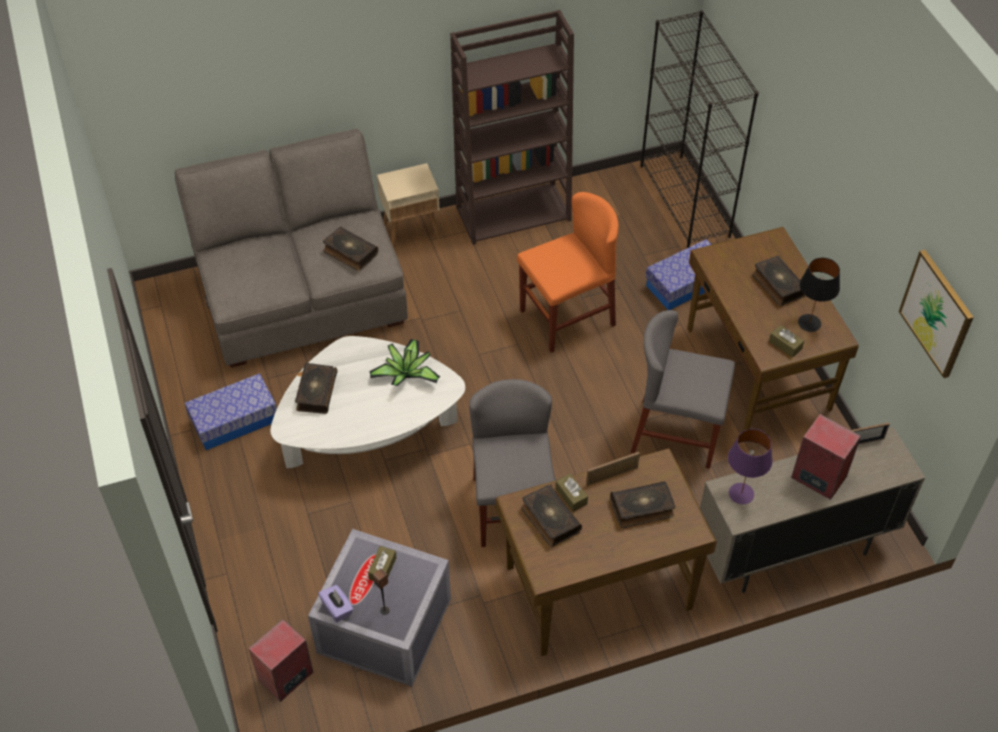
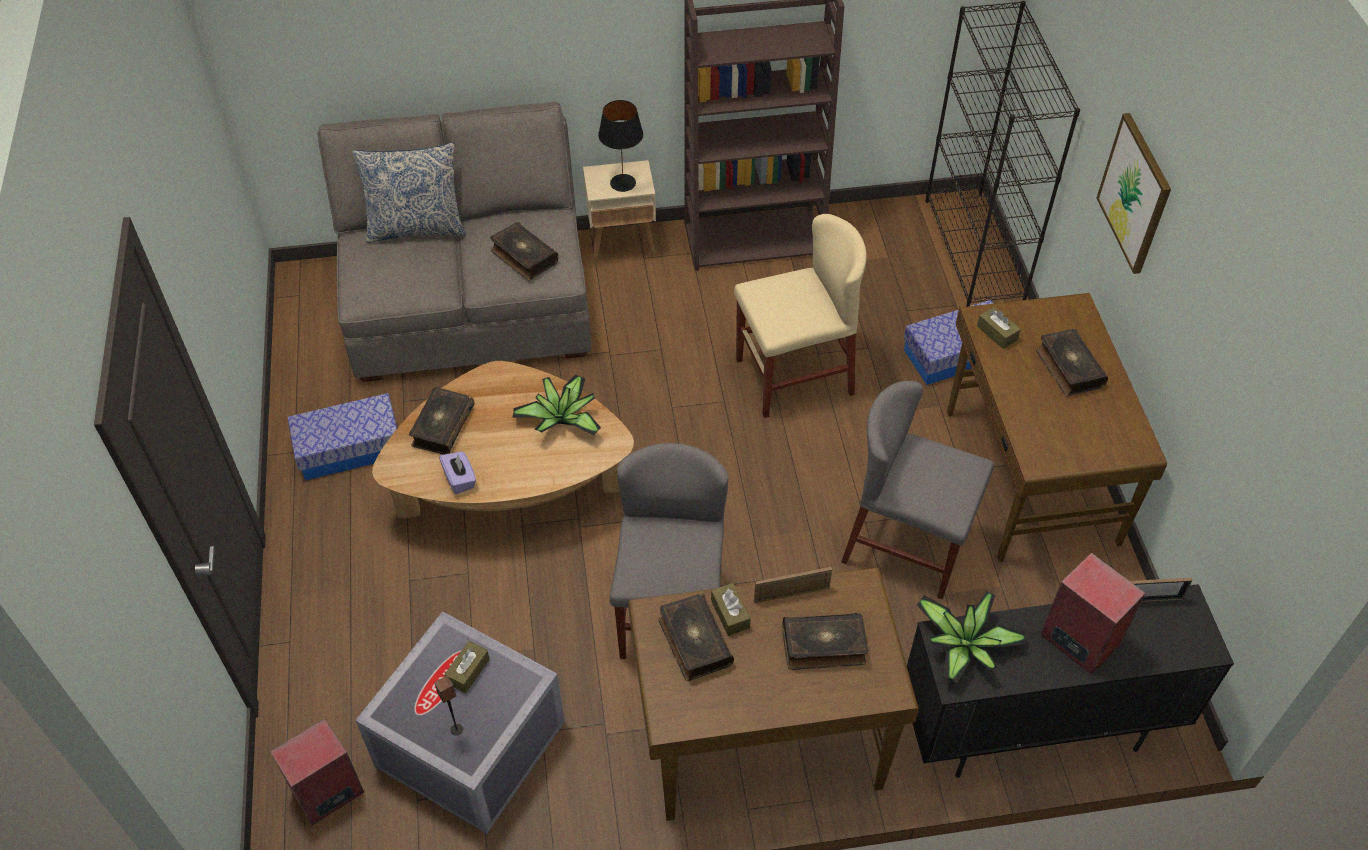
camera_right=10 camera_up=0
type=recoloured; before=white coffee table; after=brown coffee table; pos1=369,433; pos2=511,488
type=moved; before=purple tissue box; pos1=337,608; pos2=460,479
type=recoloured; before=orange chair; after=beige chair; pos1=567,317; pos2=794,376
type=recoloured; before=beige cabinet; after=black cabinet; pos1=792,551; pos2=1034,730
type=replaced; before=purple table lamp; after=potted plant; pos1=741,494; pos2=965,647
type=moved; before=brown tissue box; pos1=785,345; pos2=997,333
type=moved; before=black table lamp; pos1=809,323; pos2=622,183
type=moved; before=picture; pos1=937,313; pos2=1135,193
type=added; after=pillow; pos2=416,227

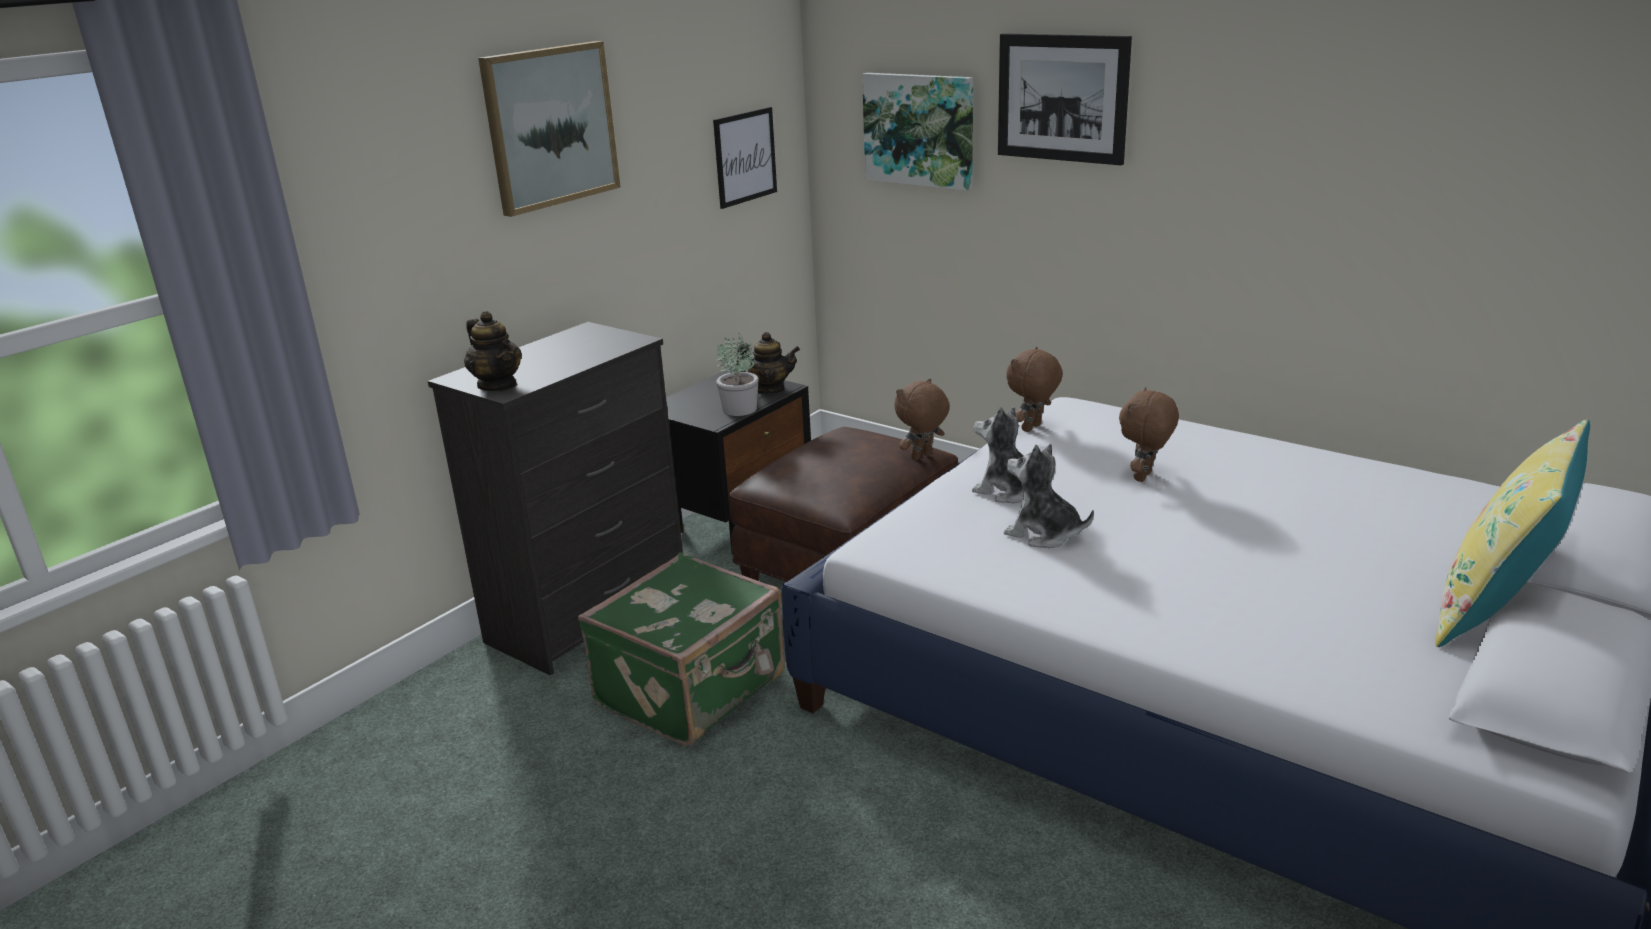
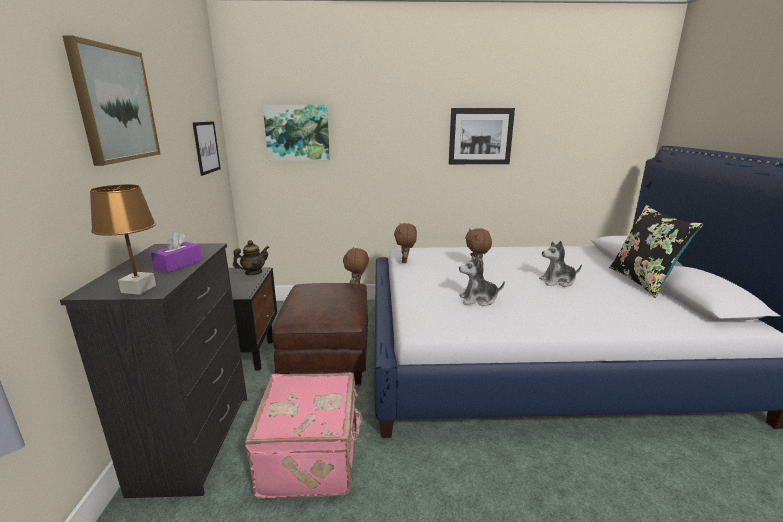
camera_right=-40 camera_up=-5
type=replaced; before=teapot; after=brown table lamp; pos1=498,385; pos2=138,289
type=recoloured; before=green suitcase; after=pink suitcase; pos1=693,690; pos2=312,457
type=removed; before=potted plant; pos1=739,409
type=moved; before=plush toy; pos1=1009,491; pos2=557,281
type=moved; before=picture; pos1=1062,98; pos2=480,136
type=recoloured; before=yellow pillow; after=black pillow; pos1=1495,611; pos2=642,281
type=added; after=purple tissue box; pos2=178,264

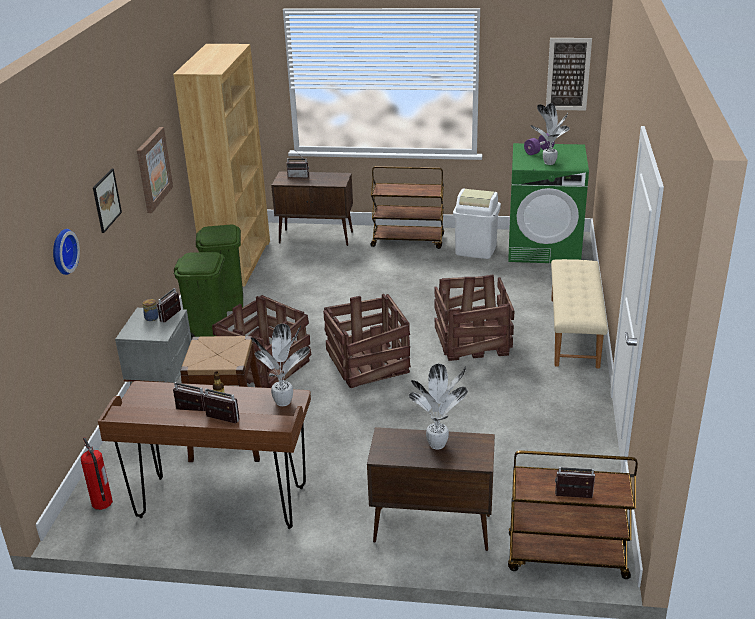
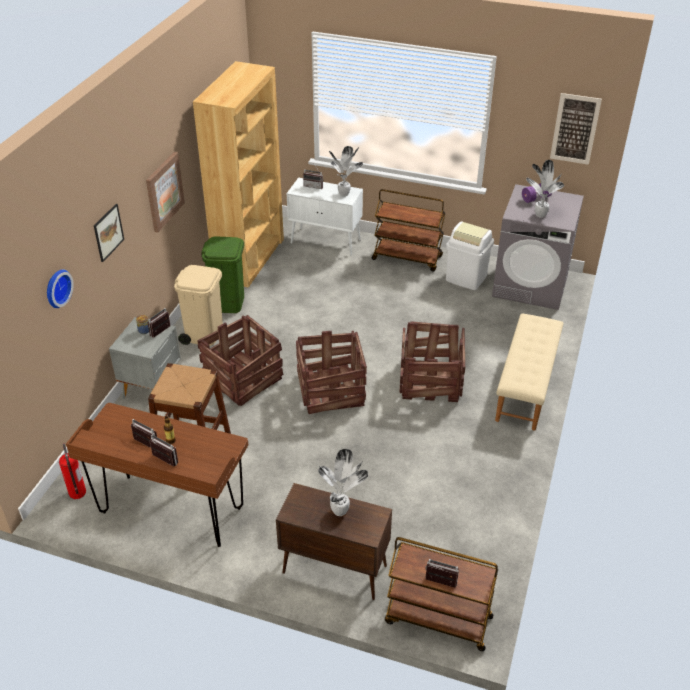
camera_right=10 camera_up=10
type=recoloured; before=green trash can; after=beige trash can; pos1=208,333; pos2=204,333
type=moved; before=potted plant; pos1=284,402; pos2=344,194
type=recoloured; before=brown cabinet; after=white cabinet; pos1=317,238; pos2=326,242
type=recoloured; before=green washing machine; after=grey washing machine; pos1=544,248; pos2=531,285

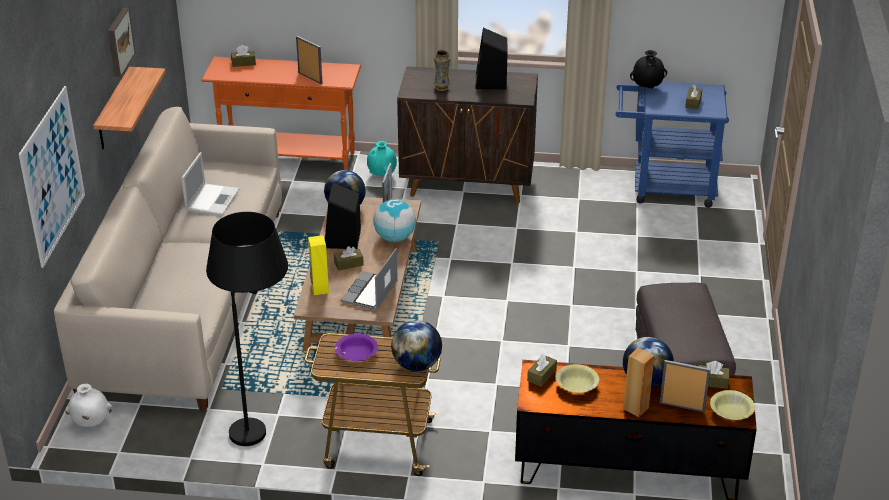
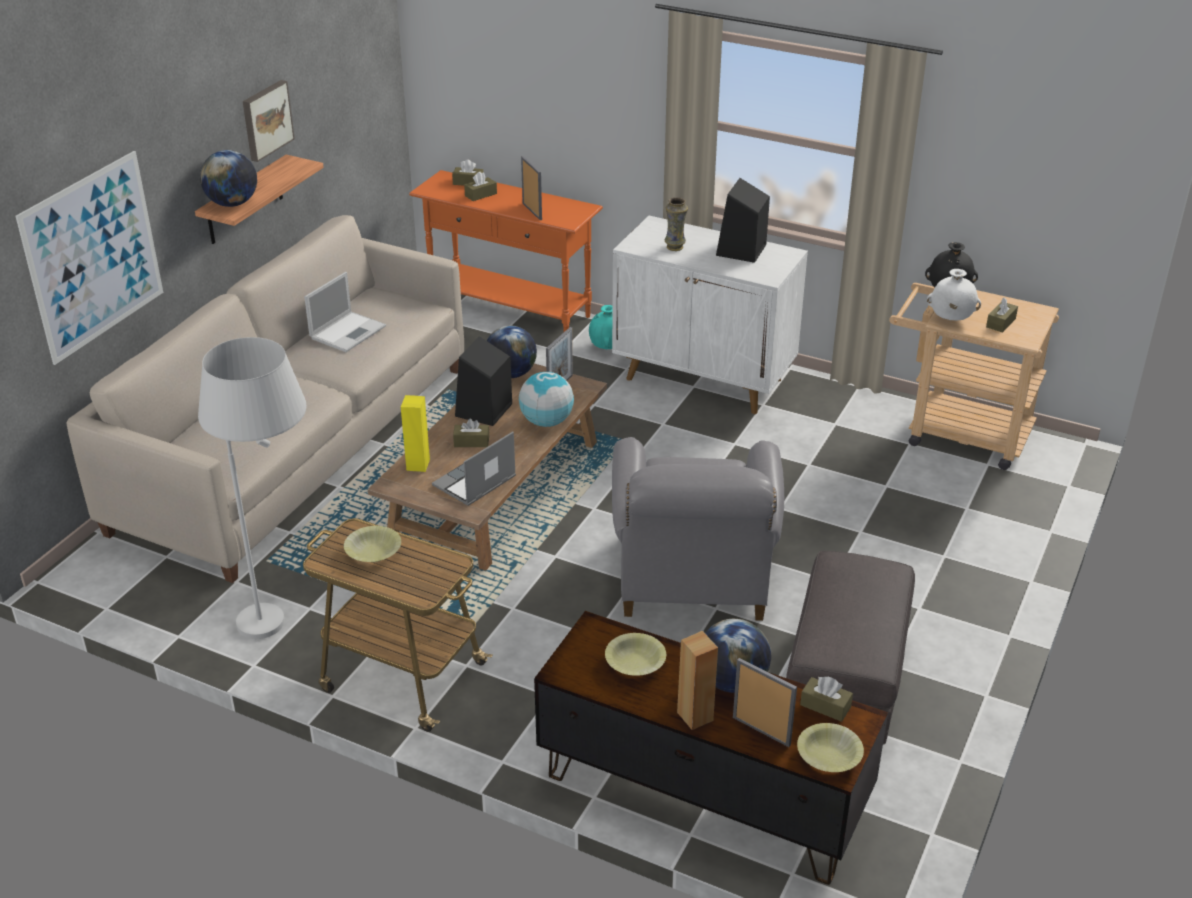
camera_right=20 camera_up=0
type=moved; before=white vase; pos1=90,423; pos2=950,320
type=recoloured; before=black floor lamp; after=white floor lamp; pos1=262,422; pos2=285,613
type=recoloured; before=purple bowl; after=yellow bowl; pos1=356,353; pos2=373,551
type=moved; before=globe; pos1=417,365; pos2=232,204
type=recoloured; before=brown cabinet; after=white cabinet; pos1=468,184; pos2=705,379
type=moved; before=brown tissue box; pos1=541,375; pos2=481,195
type=recoloured; before=blue cart; after=beige cart; pos1=664,187; pos2=957,432
type=added; after=grey armchair; pos2=692,582

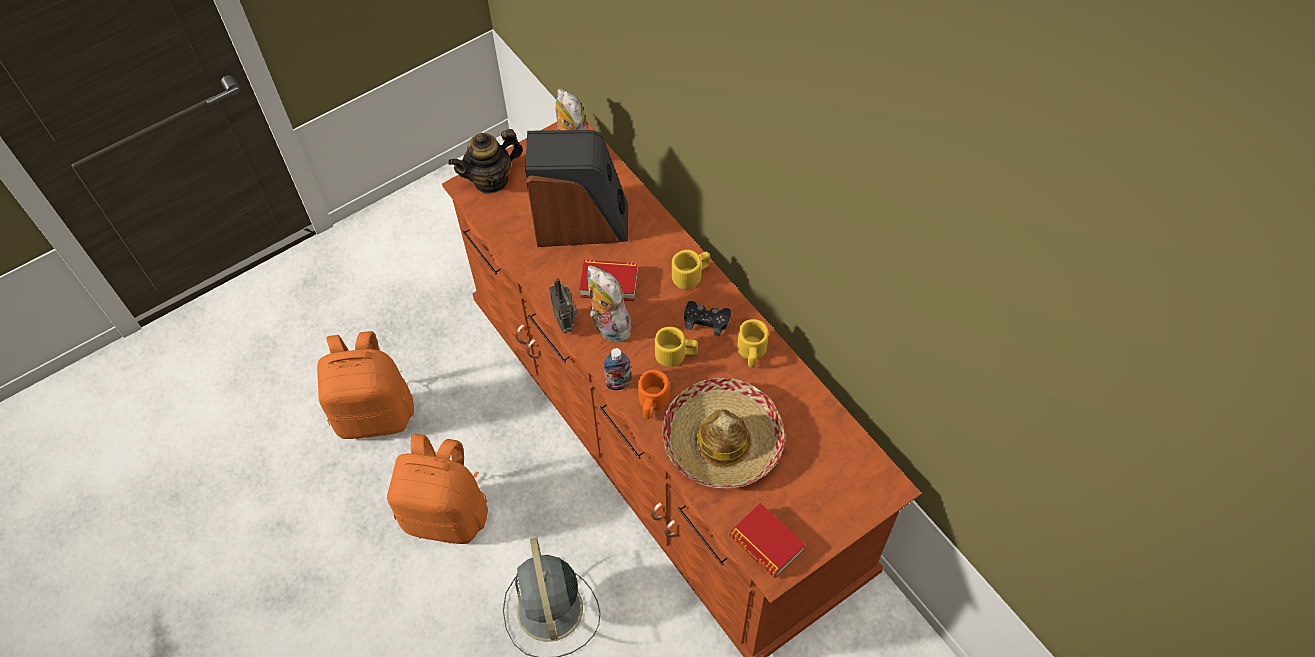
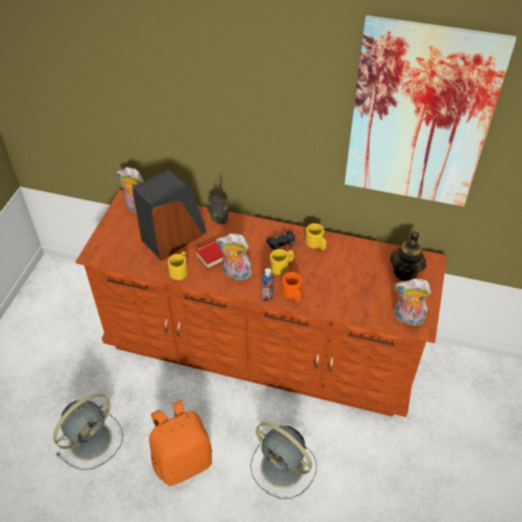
camera_right=-40 camera_up=-10
type=replaced; before=orange backpack; after=grey fan; pos1=375,413; pos2=92,439
type=moved; before=teapot; pos1=491,180; pos2=405,272
type=moved; before=radio; pos1=566,322; pos2=219,220
type=removed; before=hat; pos1=722,440
type=moved; before=yellow mug; pos1=691,274; pos2=180,270
type=replaced; before=book; after=plush toy; pos1=766,543; pos2=407,318
type=added; after=picture; pos2=420,117

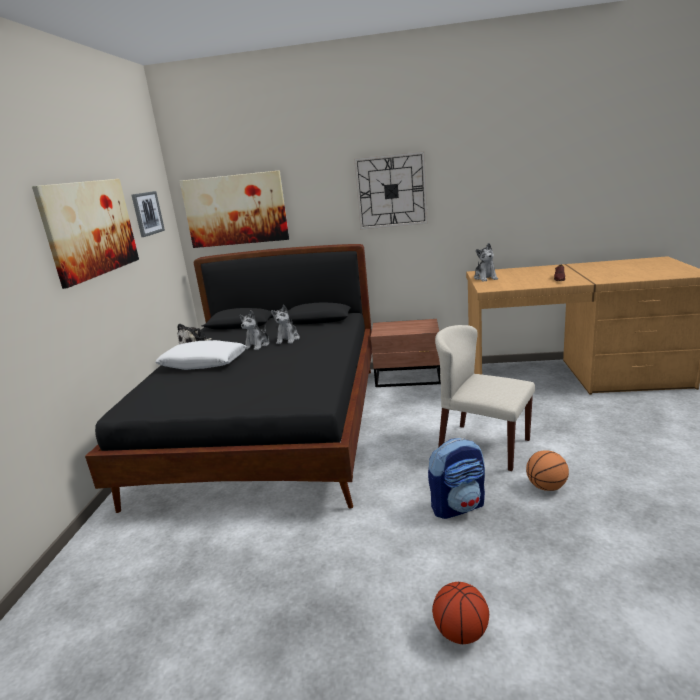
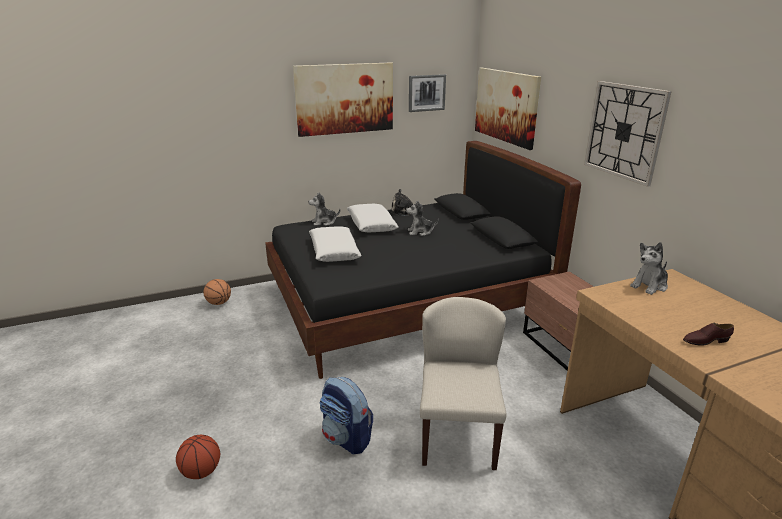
camera_right=60 camera_up=5
type=moved; before=plush toy; pos1=288,339; pos2=324,222
type=moved; before=basketball; pos1=546,487; pos2=219,303
type=added; after=white pillow; pos2=334,251

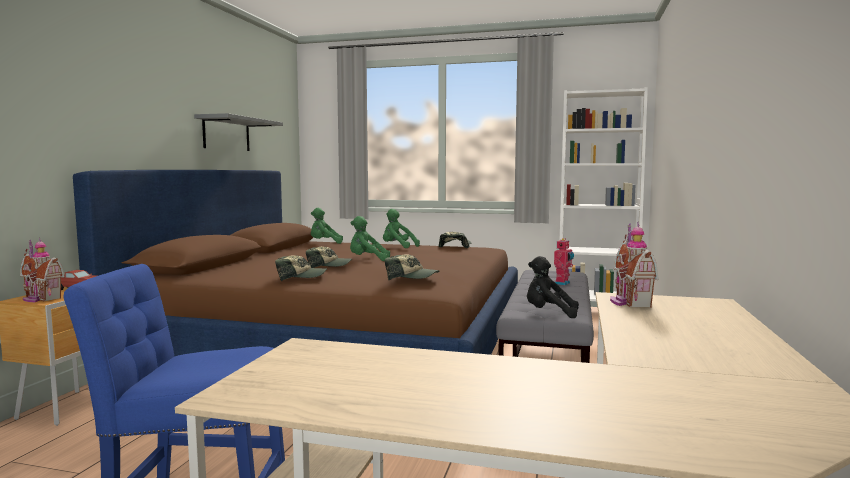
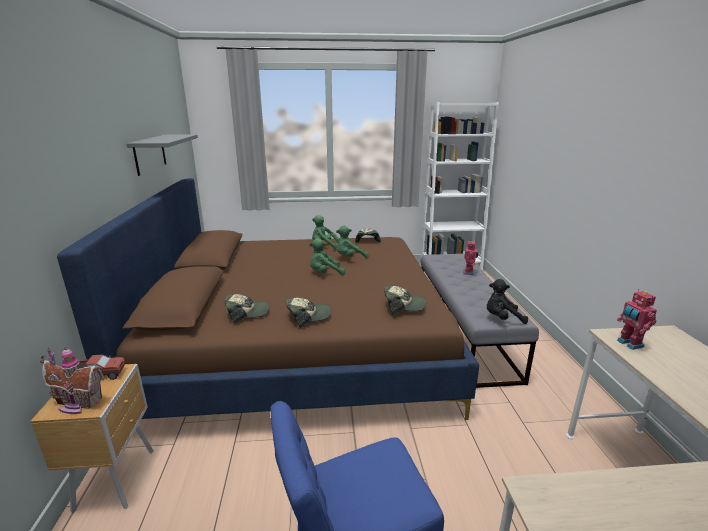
camera_right=-20 camera_up=15
type=moved; before=cap; pos1=329,266; pos2=247,313
type=moved; before=green plush toy; pos1=325,243; pos2=349,257
type=replaced; before=toy house; after=toy robot; pos1=628,302; pos2=629,344

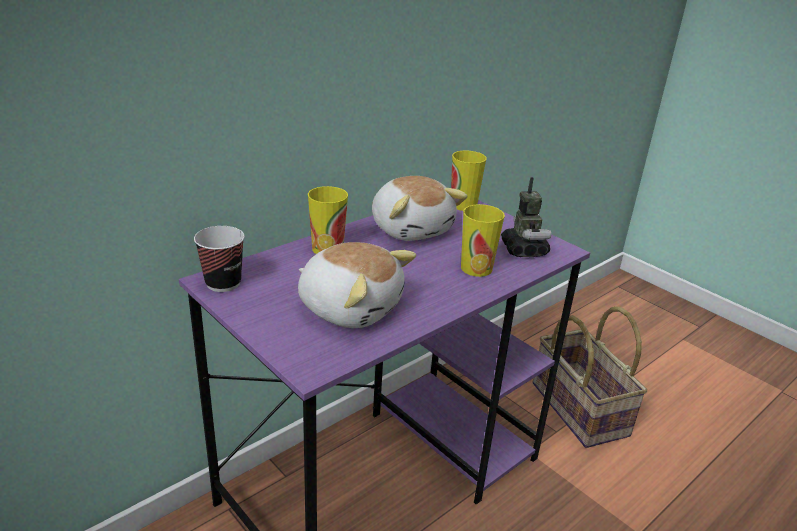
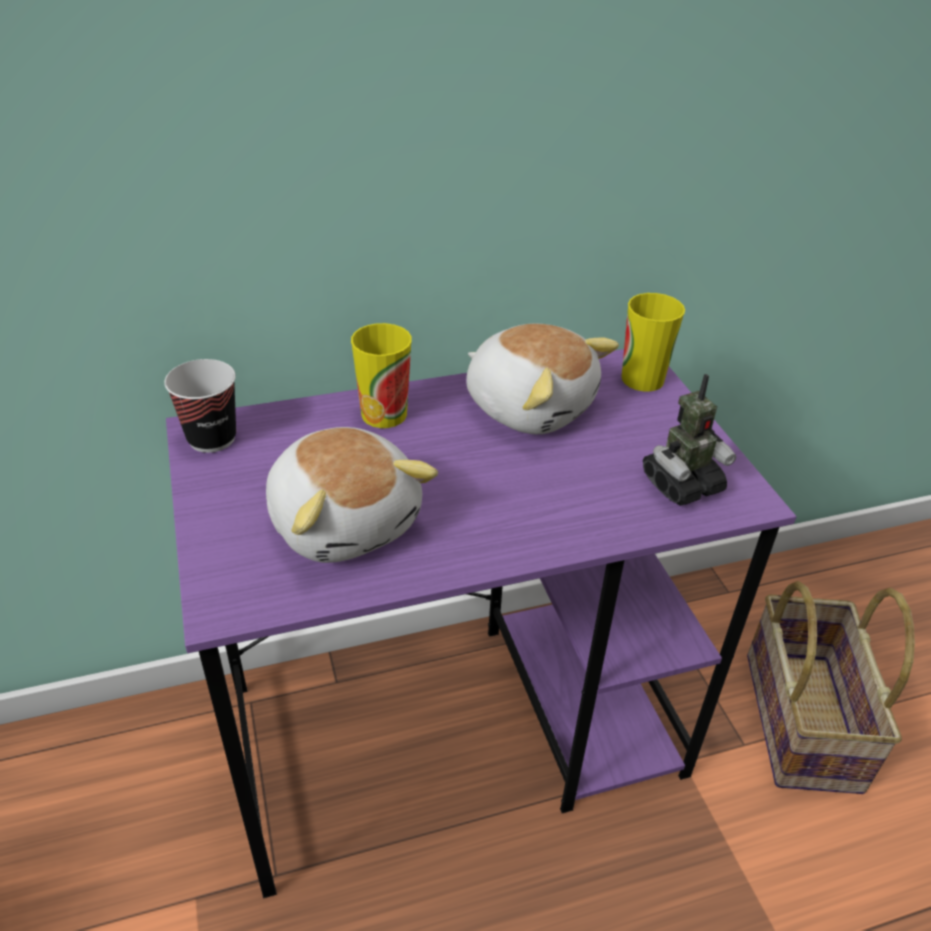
camera_right=25 camera_up=10
type=turned; before=plush toy; pos1=411,228; pos2=530,405; turn=-45
type=removed; before=cup; pos1=476,268
type=turned; before=toy robot; pos1=523,250; pos2=681,484; turn=45

